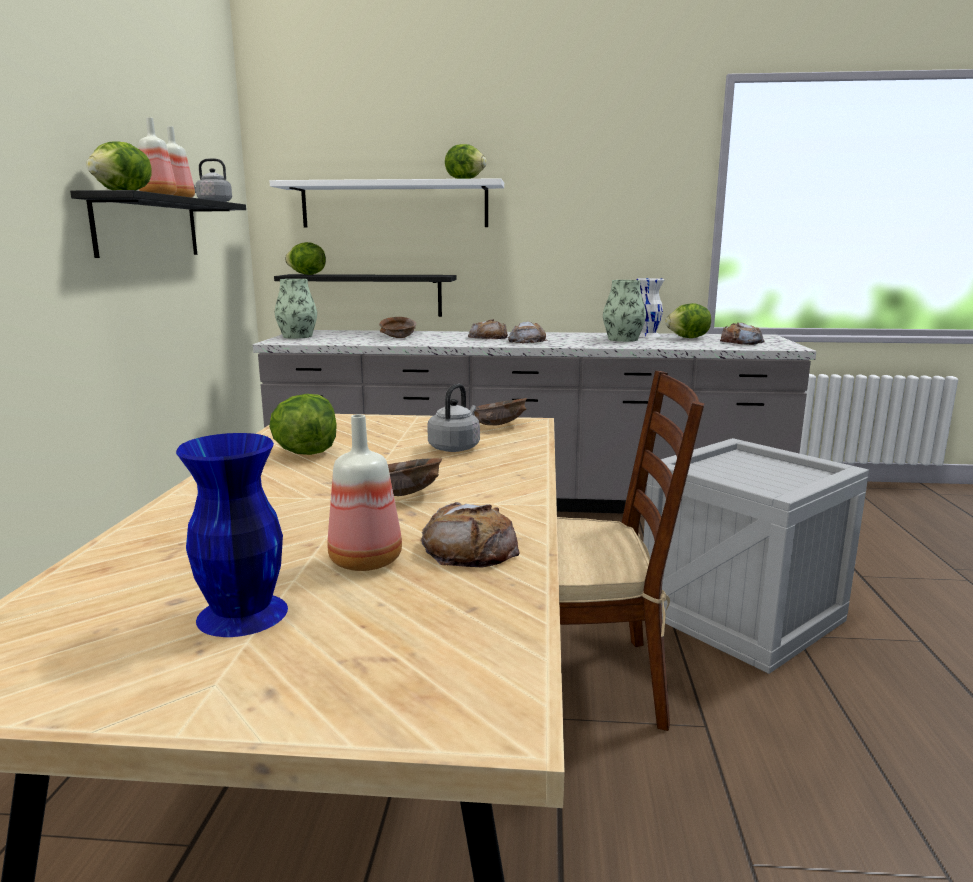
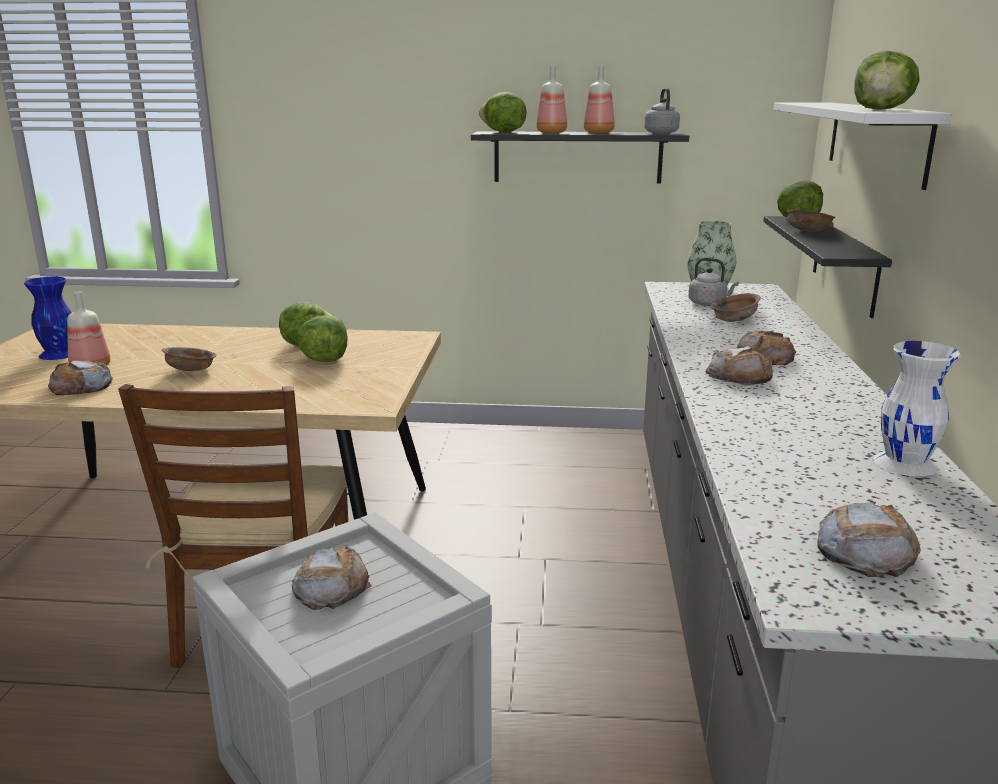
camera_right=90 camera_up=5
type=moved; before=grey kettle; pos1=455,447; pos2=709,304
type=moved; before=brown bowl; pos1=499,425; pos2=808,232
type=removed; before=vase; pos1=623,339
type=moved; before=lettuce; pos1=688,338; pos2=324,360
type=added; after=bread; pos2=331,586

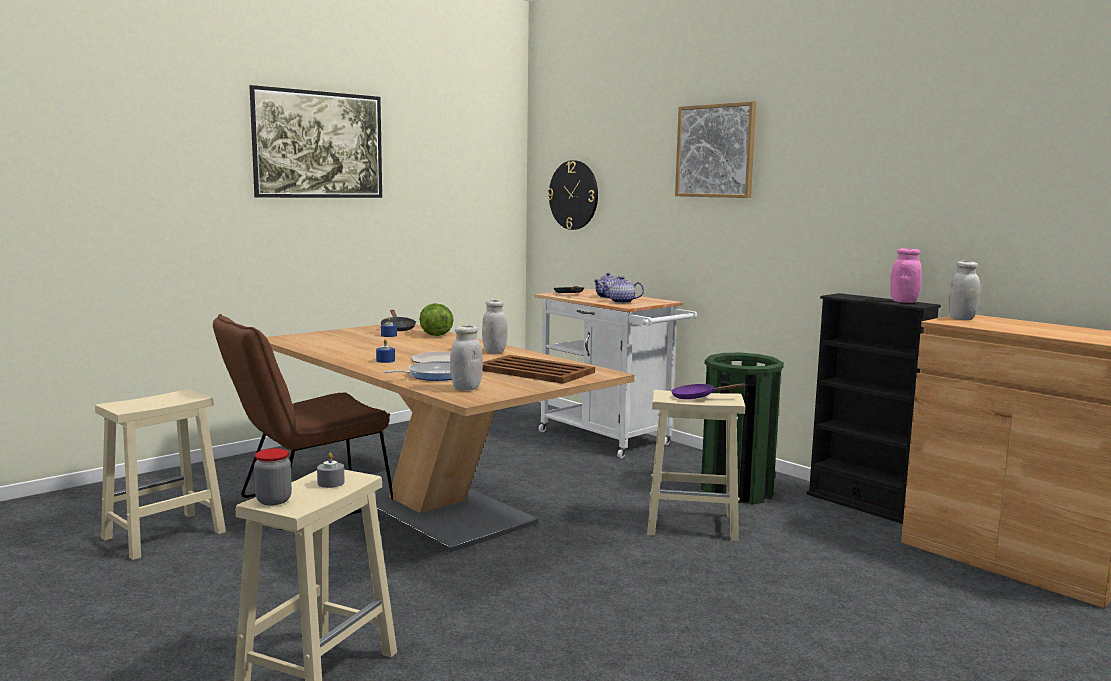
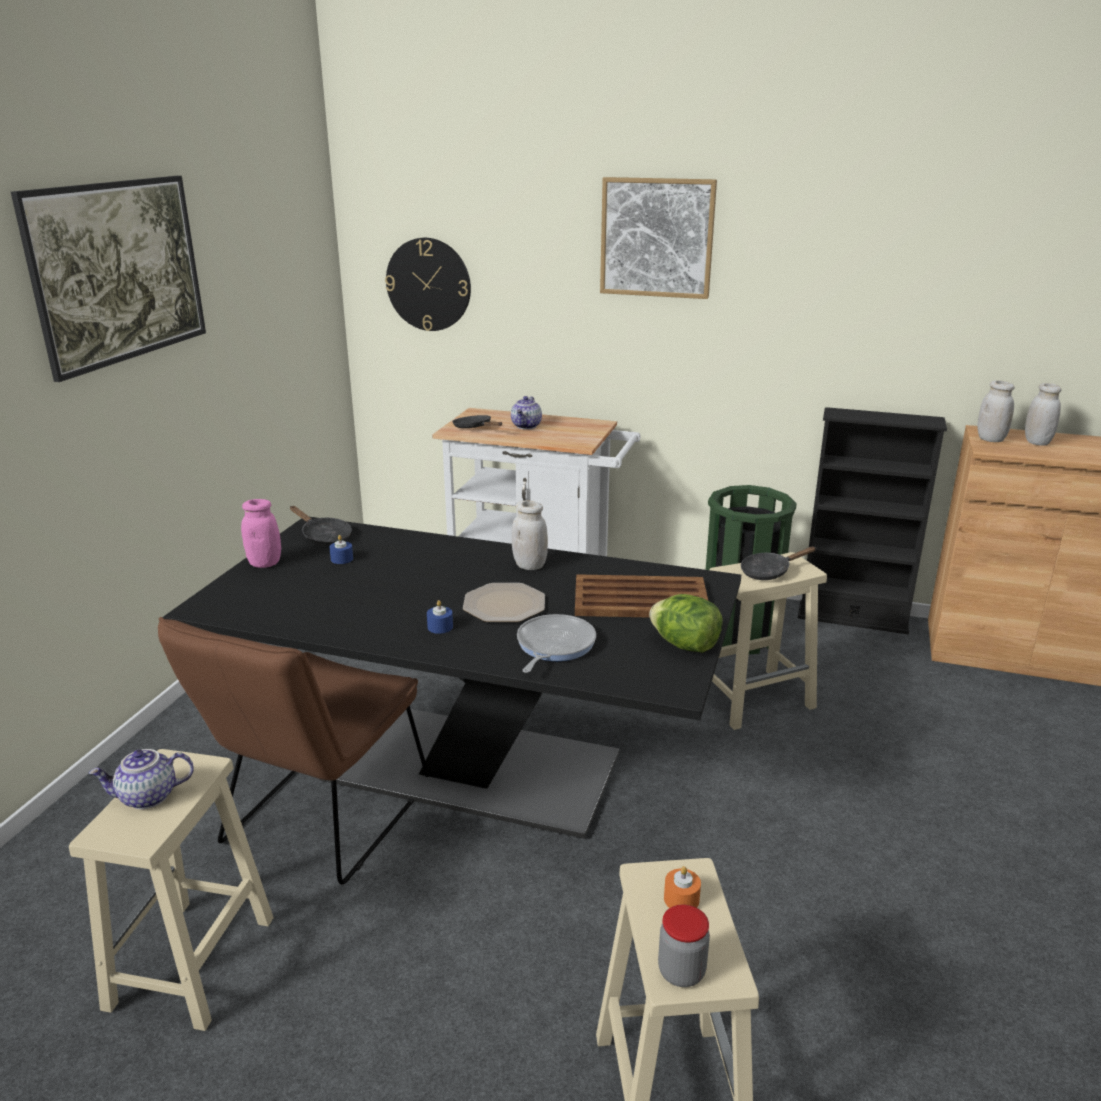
camera_right=-30 camera_up=15
type=recoloured; before=beige dining table; after=black dining table; pos1=429,506; pos2=472,768
type=recoloured; before=grey candle; after=orange candle; pos1=331,483; pos2=681,899
type=moved; before=lettuce; pos1=435,335; pos2=685,645
type=moved; before=white jar; pos1=466,388; pos2=1037,442
type=moved; before=teapot; pos1=621,302; pos2=147,798
type=recoloured; before=purple frying pan; after=black frying pan; pos1=697,397; pos2=769,572
type=moved; before=pink jar; pos1=904,301; pos2=265,563

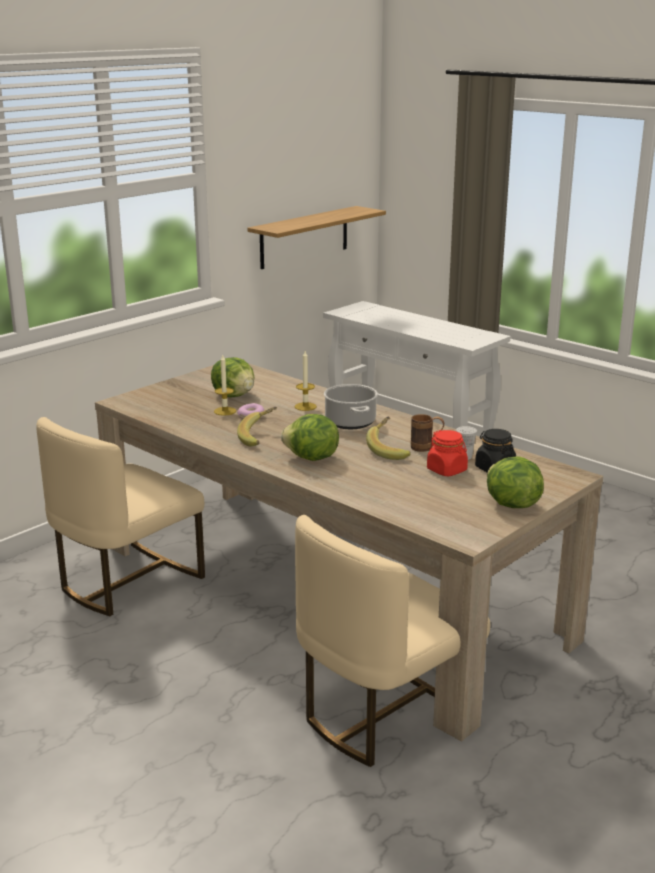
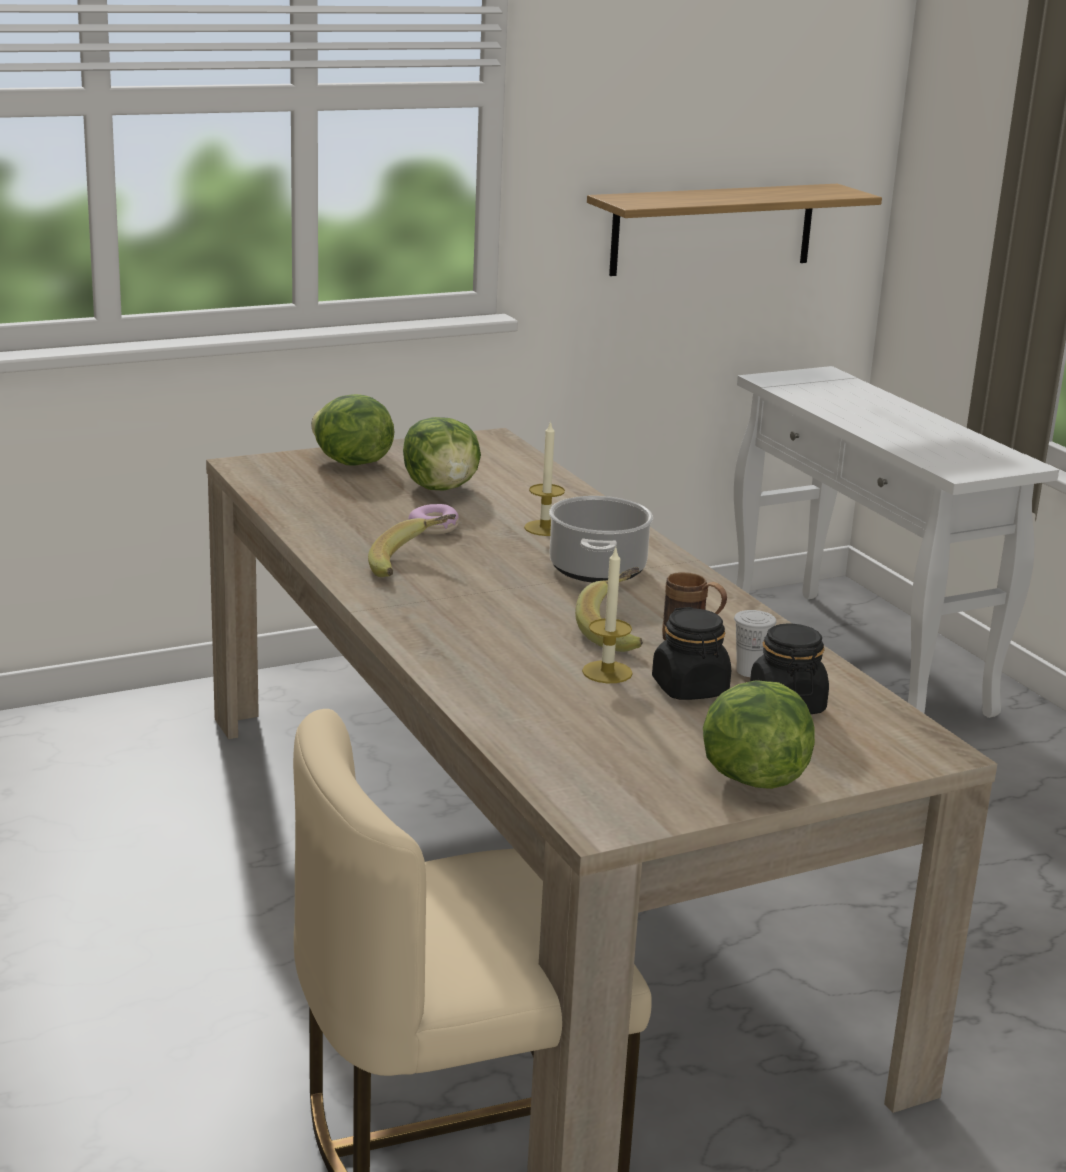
camera_right=20 camera_up=0
type=removed; before=beige chair; pos1=127,581
type=moved; before=candle; pos1=225,411; pos2=607,672
type=moved; before=lettuce; pos1=311,458; pos2=350,463
type=recoloured; before=red jar; after=black jar; pos1=447,470; pos2=690,689

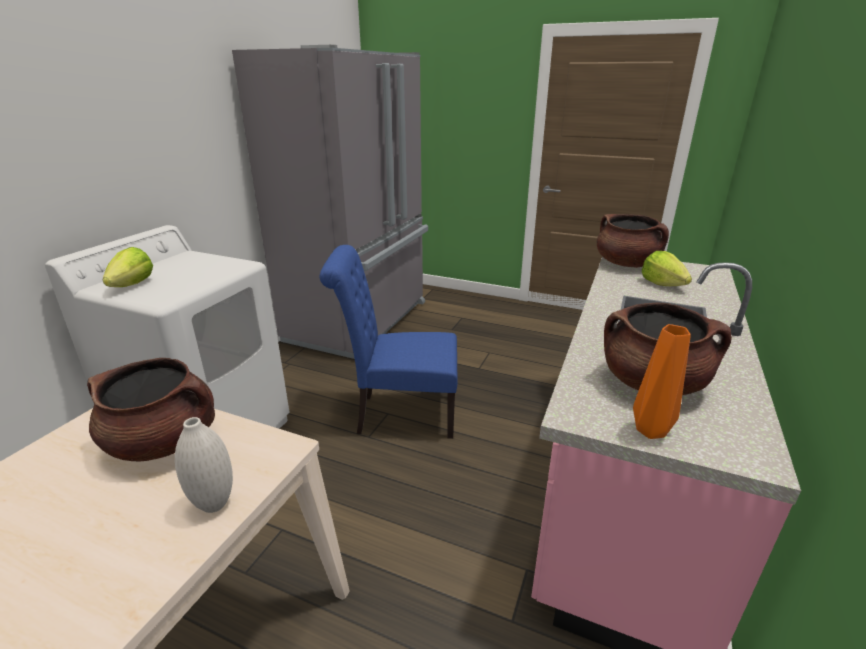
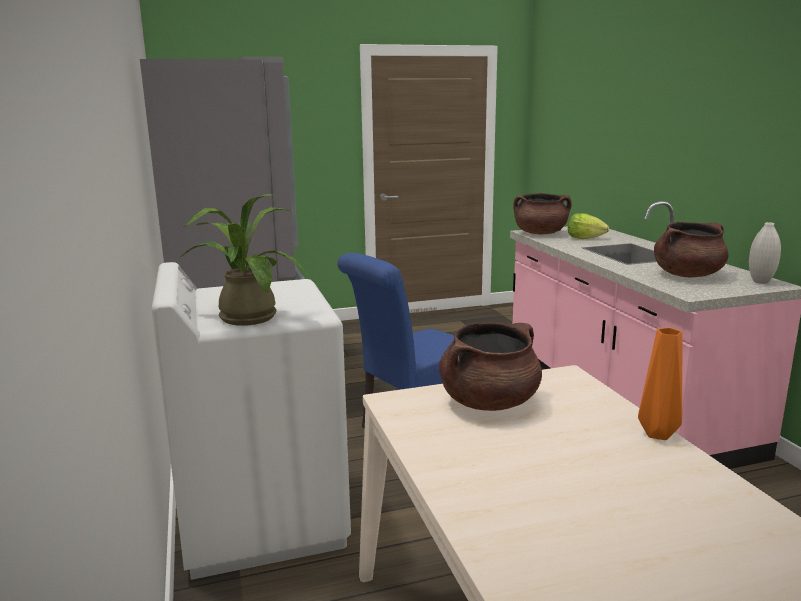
camera_right=-40 camera_up=-10
type=replaced; before=lettuce; after=potted plant; pos1=133,285; pos2=245,316
type=moved; before=white vase; pos1=214,504; pos2=760,282
type=moved; before=orange vase; pos1=648,430; pos2=656,434

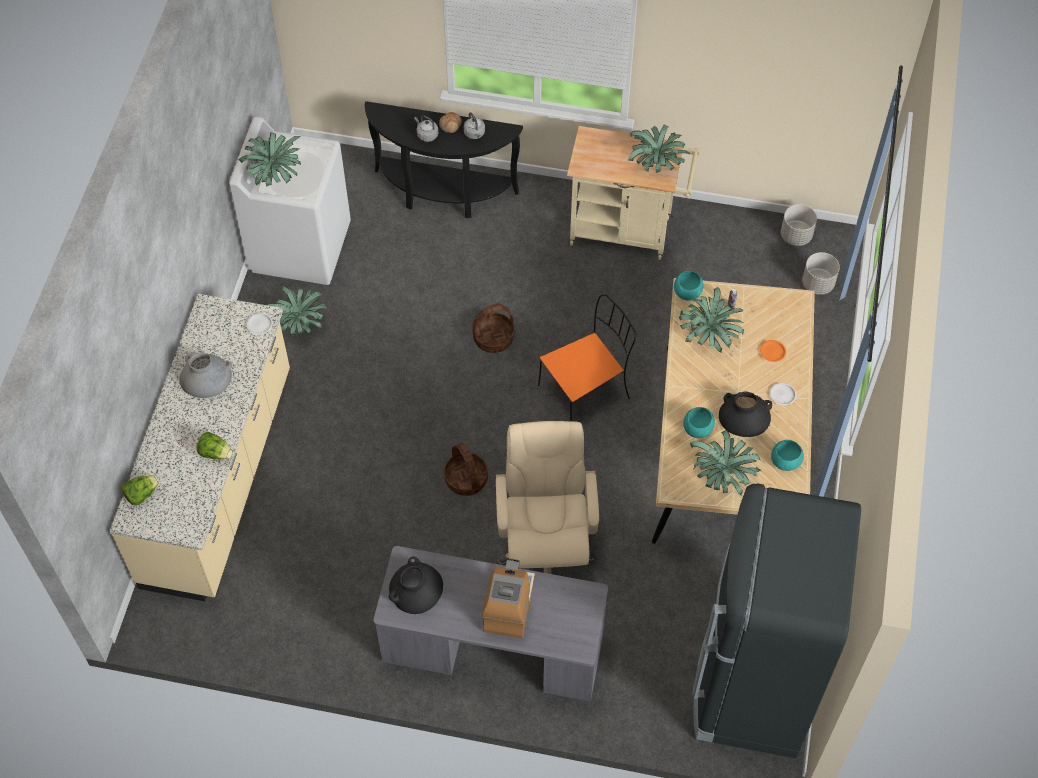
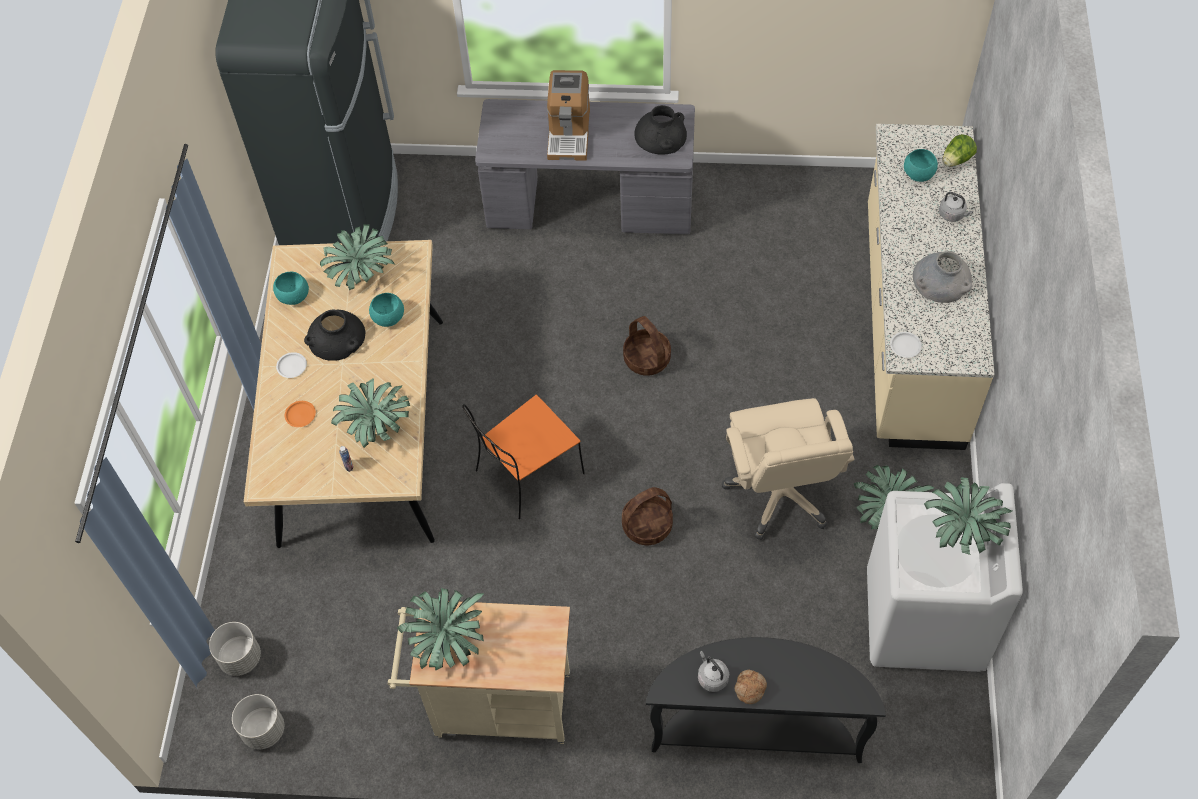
camera_right=175 camera_up=0
type=removed; before=lettuce; pos1=216,453
type=moved; before=grey kettle; pos1=426,135; pos2=952,214
type=moved; before=beige office chair; pos1=545,547; pos2=780,493
type=moved; before=turquoise bowl; pos1=687,293; pos2=918,173

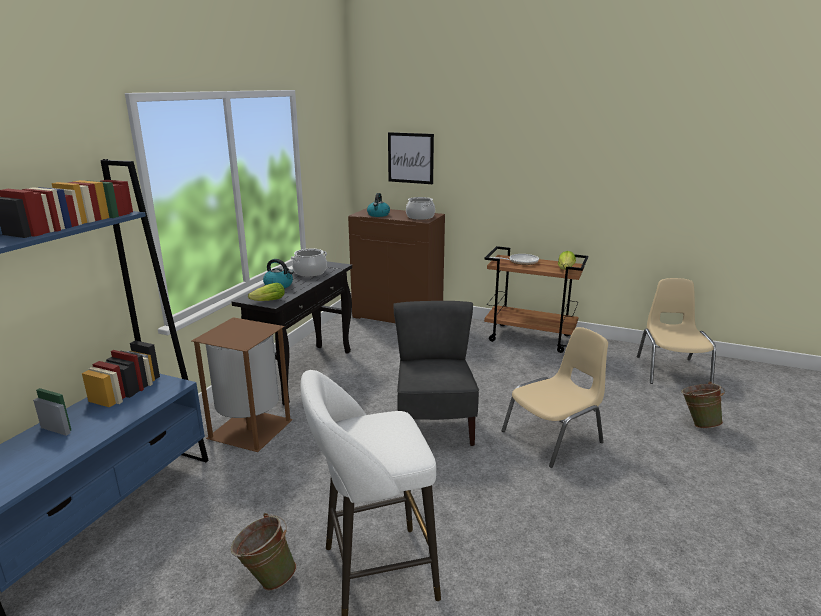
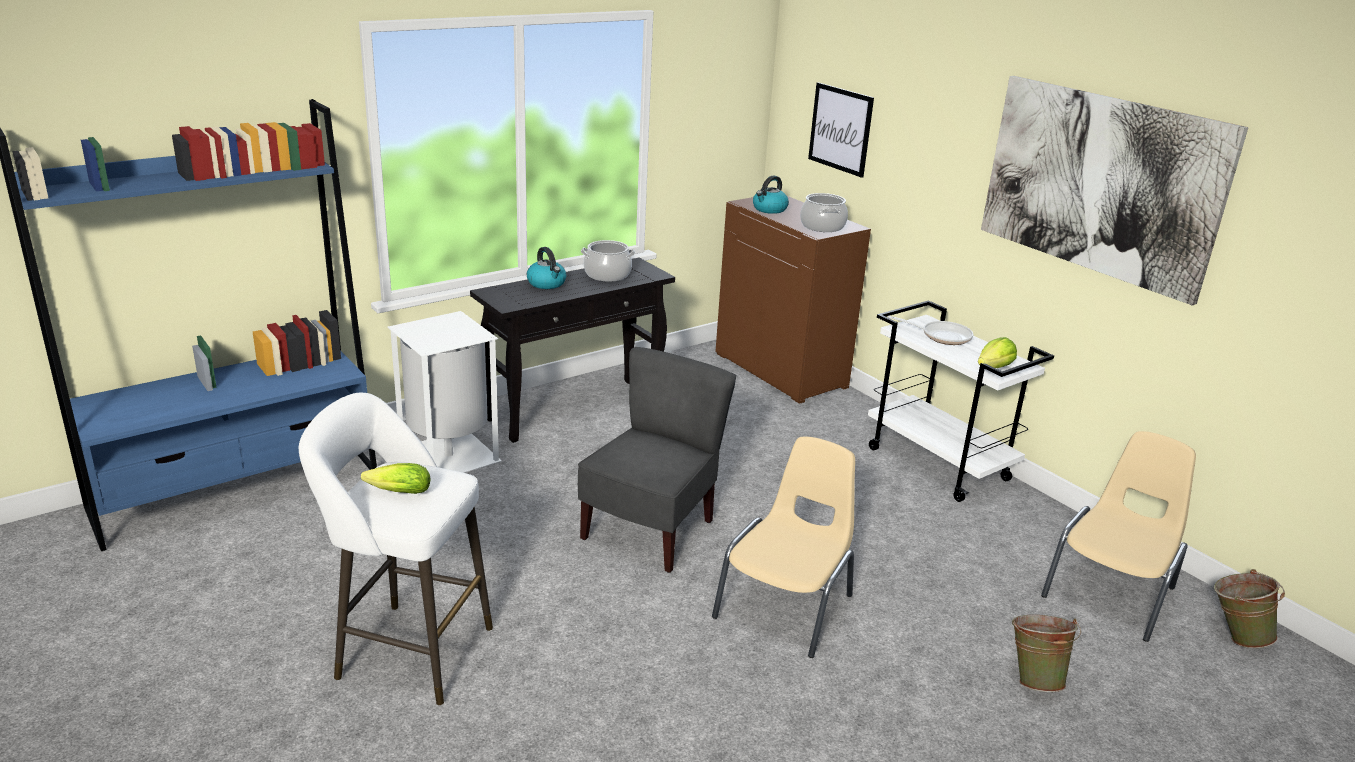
camera_right=30 camera_up=5
type=recoloured; before=brown trash can; after=white trash can; pos1=248,430; pos2=447,455
type=moved; before=green bucket; pos1=266,578; pos2=1235,636
type=moved; before=lettuce; pos1=266,301; pos2=396,492
type=recoloured; before=brown cart; after=white cart; pos1=530,338; pos2=939,464
type=turned; before=beige chair; pos1=554,437; pos2=786,606; turn=-60
type=added; after=picture; pos2=1100,184

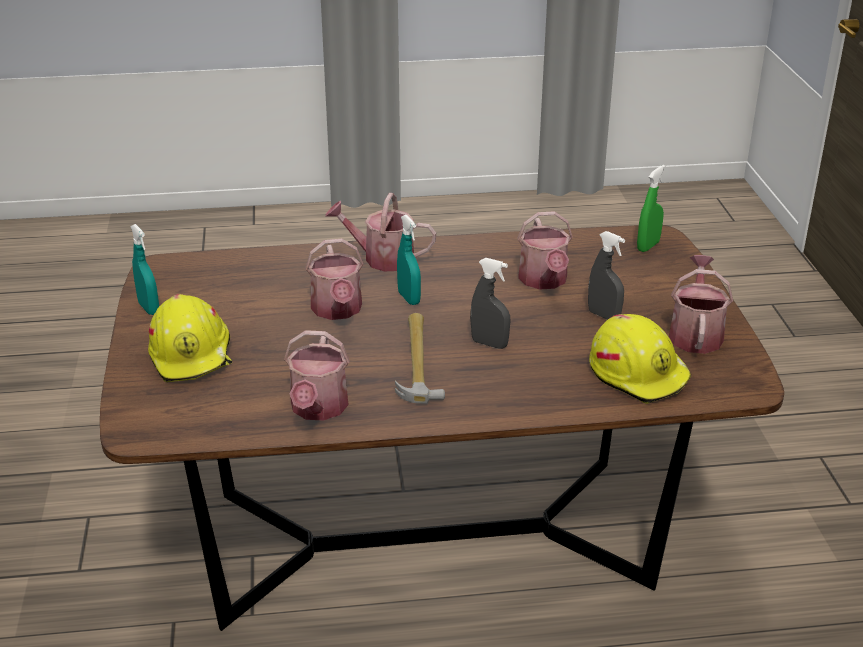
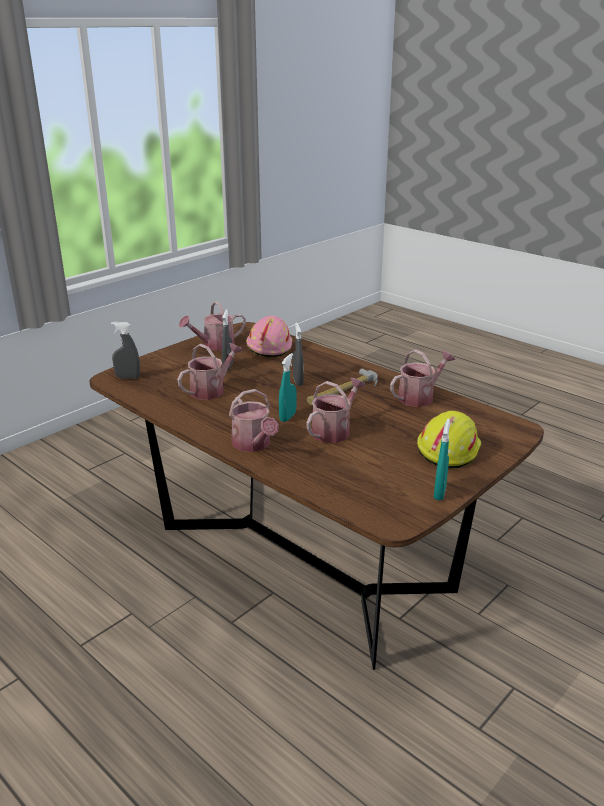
camera_right=-130 camera_up=-5
type=recoloured; before=yellow hard hat; after=pink hard hat; pos1=638,373; pos2=269,347
type=recoloured; before=green spray bottle; after=grey spray bottle; pos1=648,246; pos2=128,377

